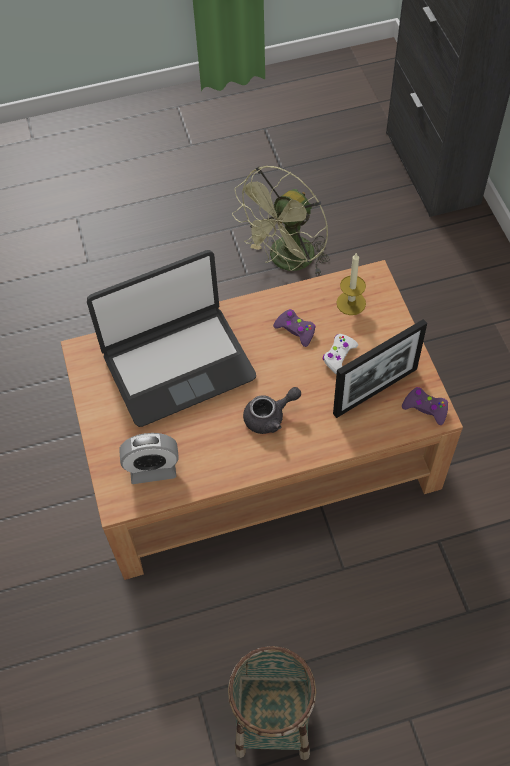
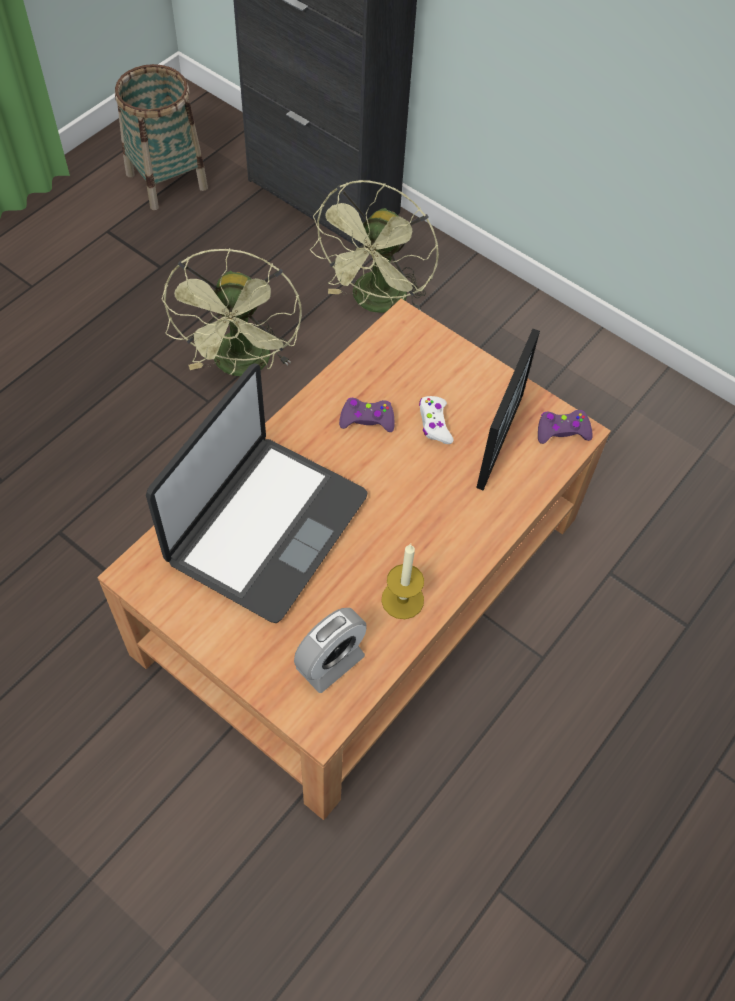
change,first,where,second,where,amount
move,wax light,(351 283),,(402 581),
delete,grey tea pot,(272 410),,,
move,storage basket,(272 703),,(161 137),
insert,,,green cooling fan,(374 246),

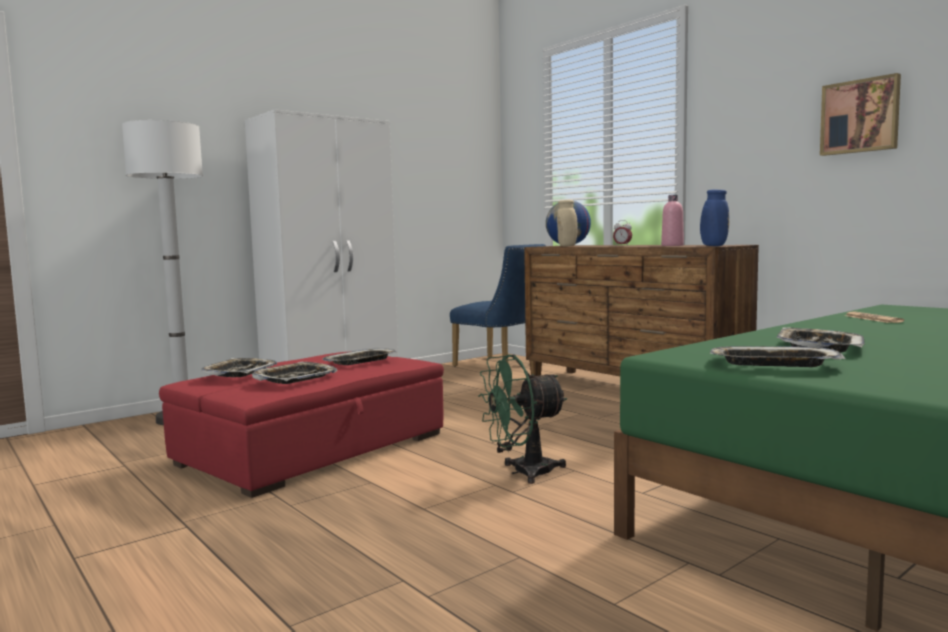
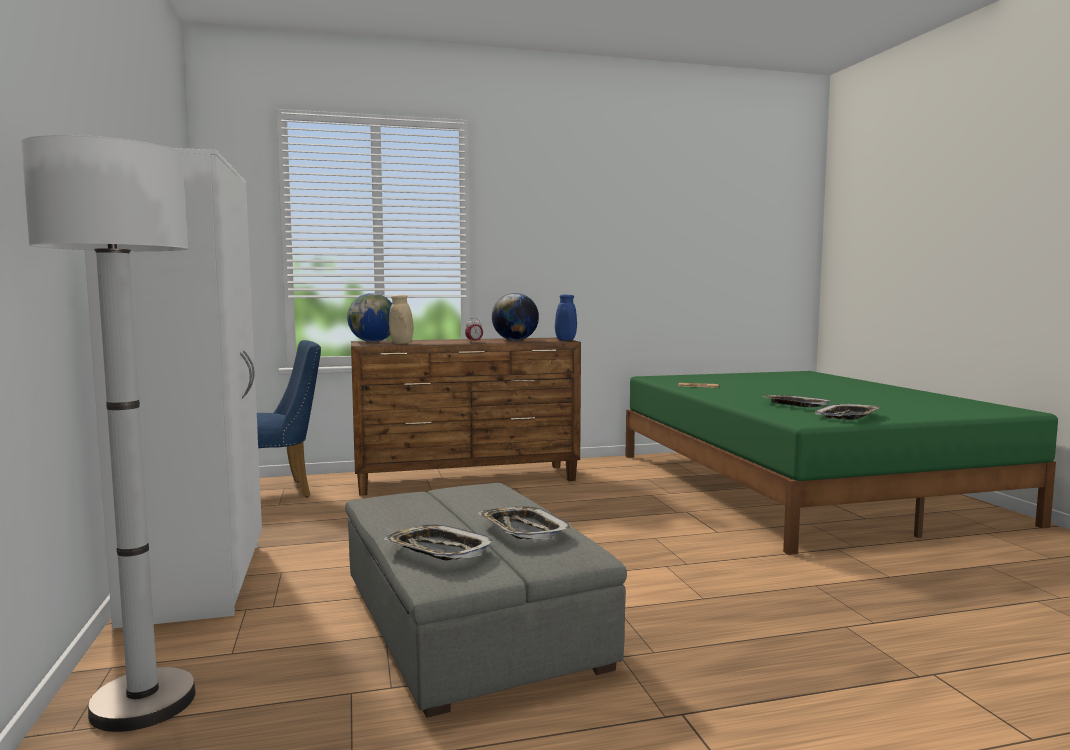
change,first,where,second,where,amount
delete,picture,(860 114),,,
replace,pinkish bottle,(672 220),desk globe,(515 317),
delete,serving tray,(359 356),,,
recolor,reddish pouffe,(301 424),grey pouffe,(486 600),
delete,green cooling fan,(522 419),,,

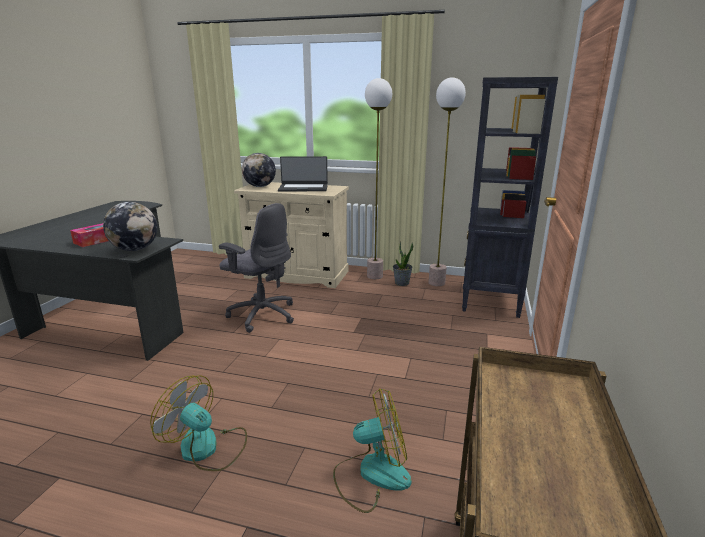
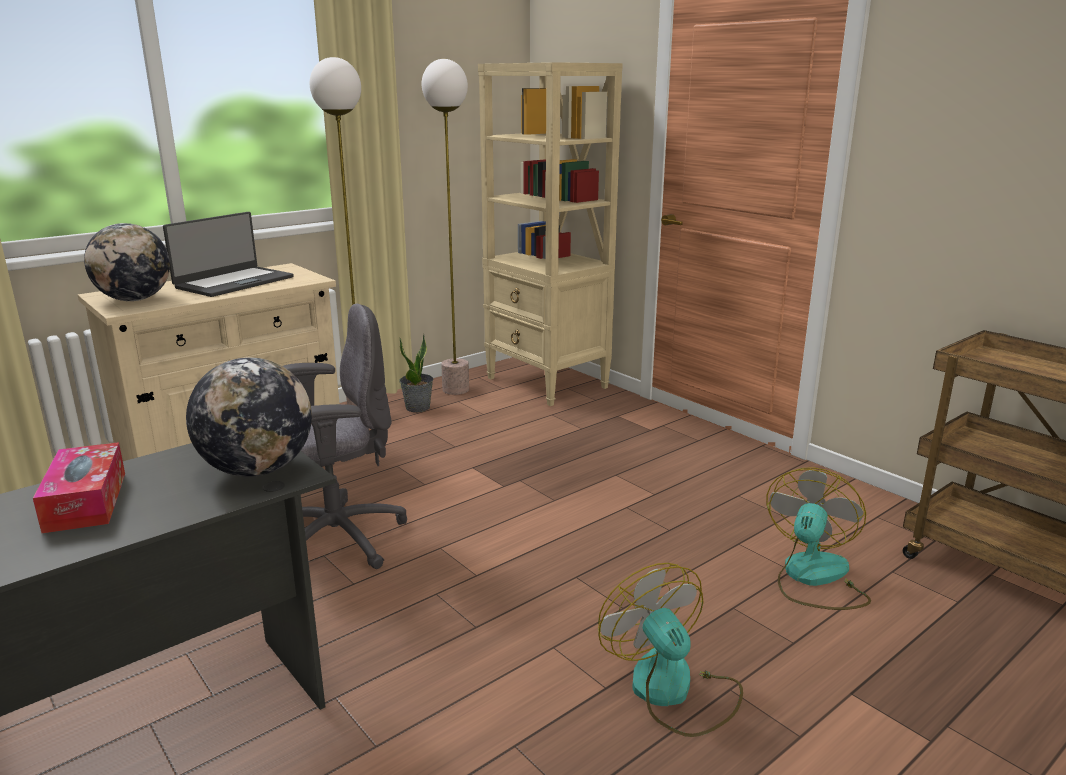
change,first,where,second,where,amount
recolor,blackish bookcase,(510 197),beige bookcase,(550 234),
rotate,cooling fan,(198 423),,(670 650),90 degrees clockwise

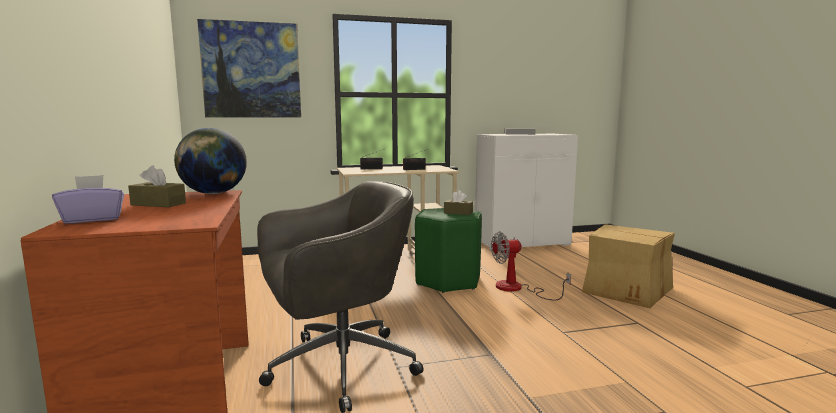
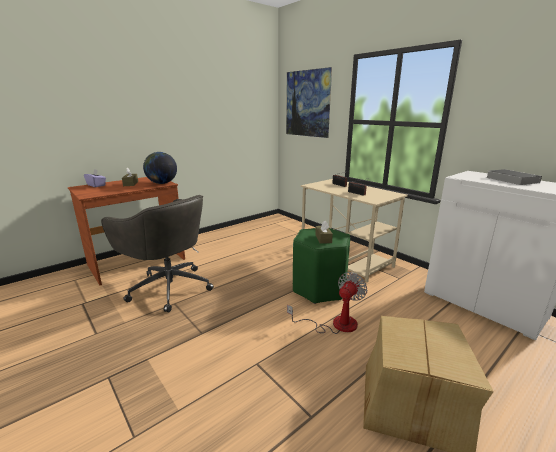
change,first,where,second,where,amount
rotate,cooling fan,(531 265),,(327 303),75 degrees clockwise

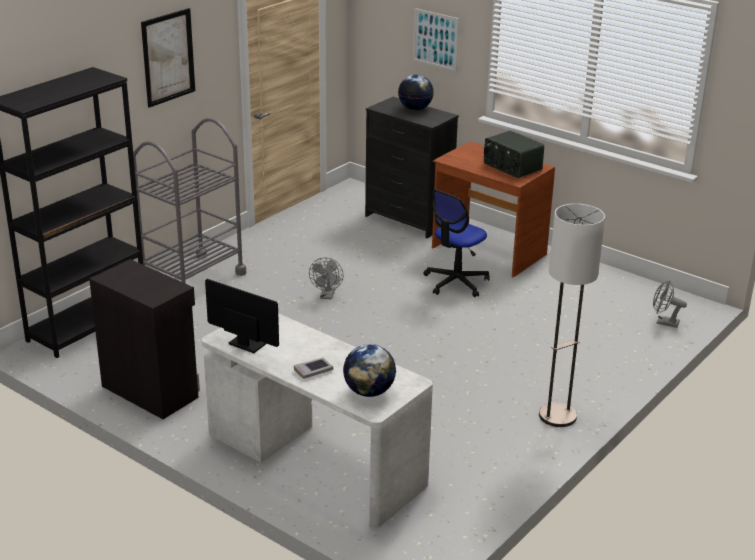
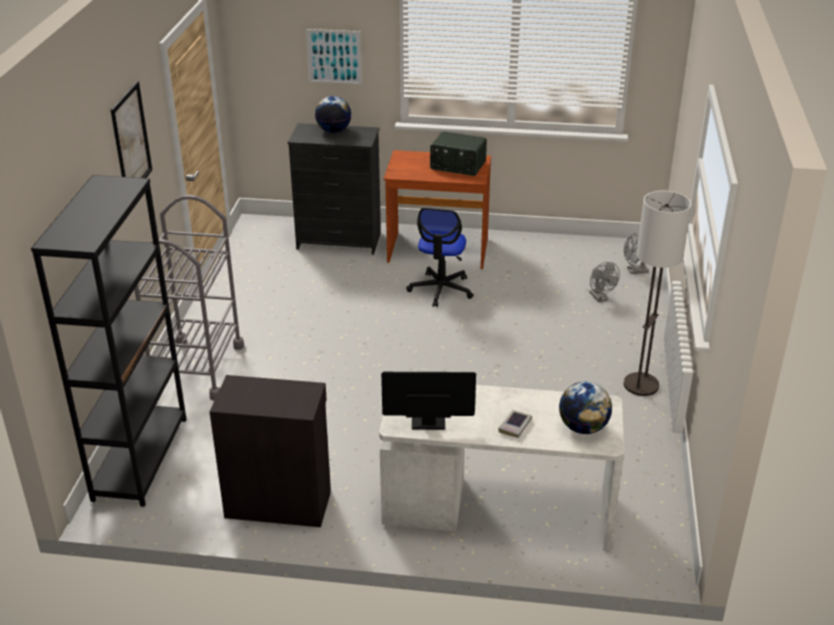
change,first,where,second,where,amount
move,grey cooling fan,(326 278),,(604 282),

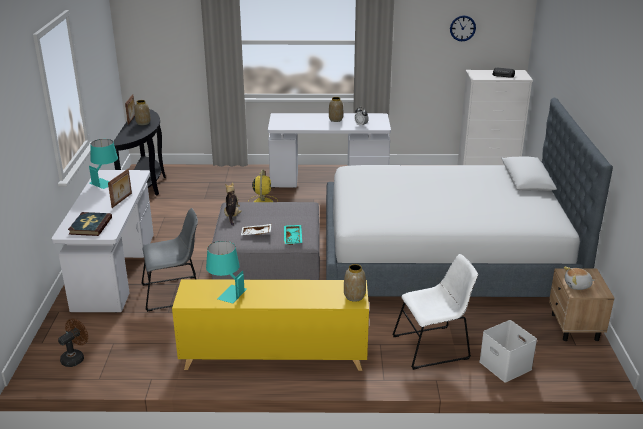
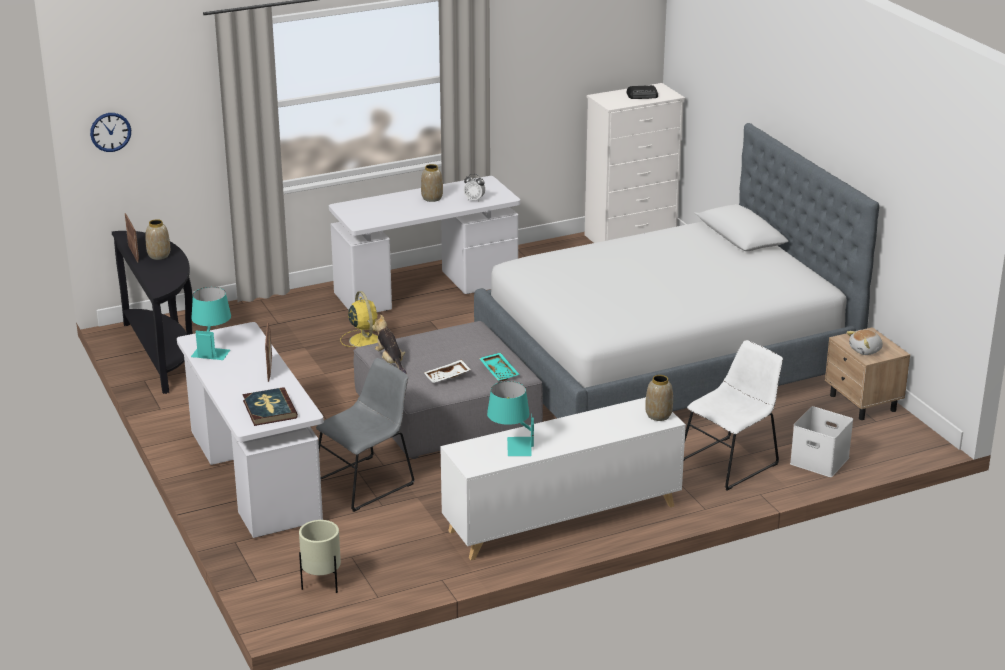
change,first,where,second,where,amount
move,wall clock,(463 28),,(110 132),
recolor,yellowish storage cabinet,(270 325),white storage cabinet,(563 478),
replace,brownish cooling fan,(73 343),beige planter,(320 556),

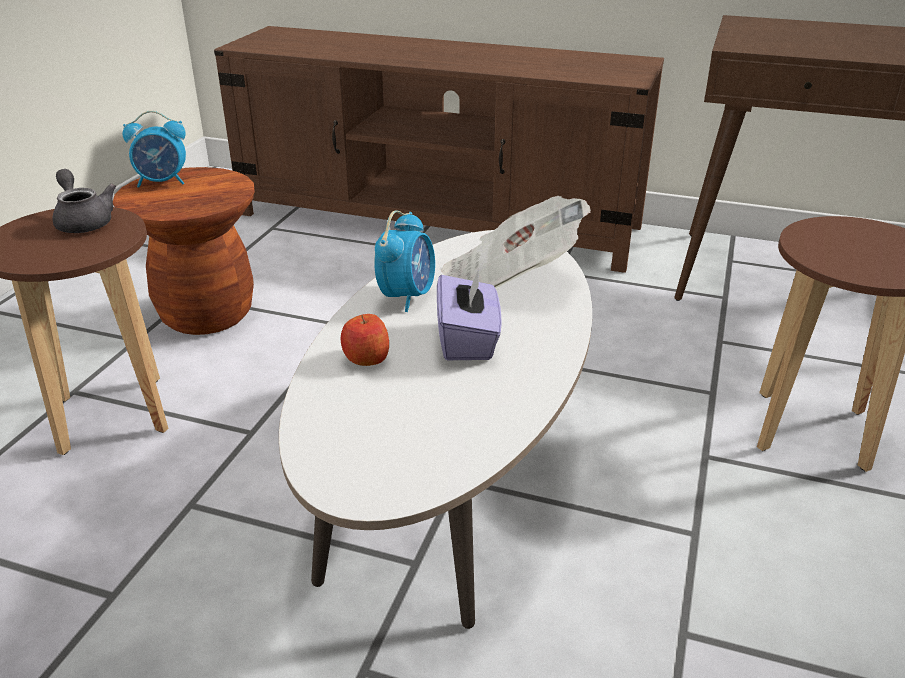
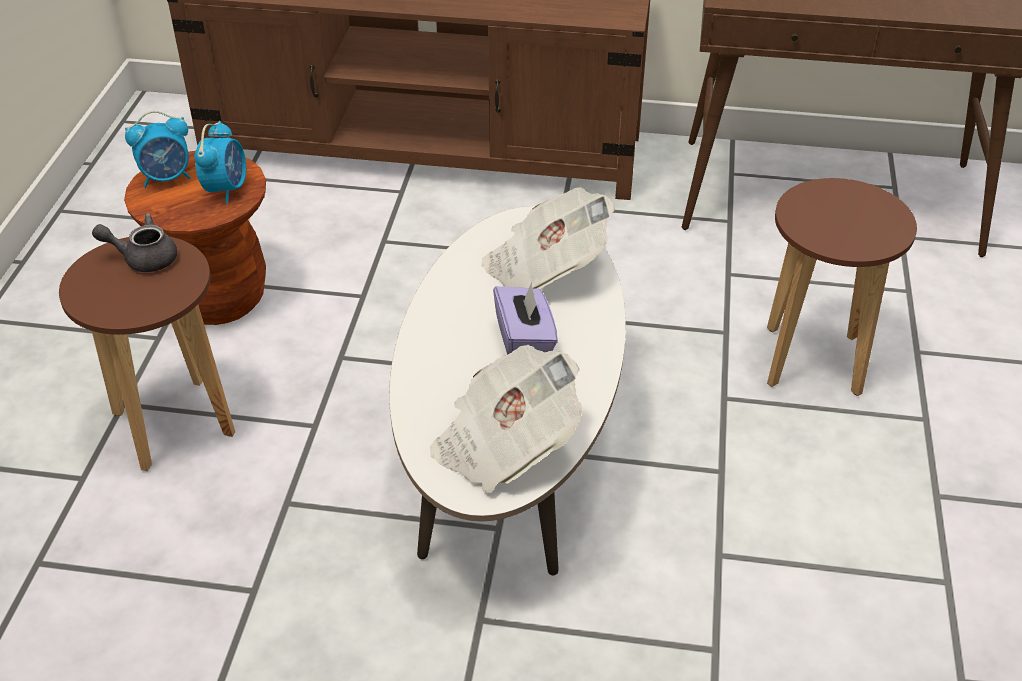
change,first,where,second,where,amount
rotate,grey tea pot,(84 201),,(134 242),45 degrees counterclockwise
move,bedside clock,(404 261),,(220 162),
delete,apple,(365 340),,,
insert,,,newspaper,(506 419),

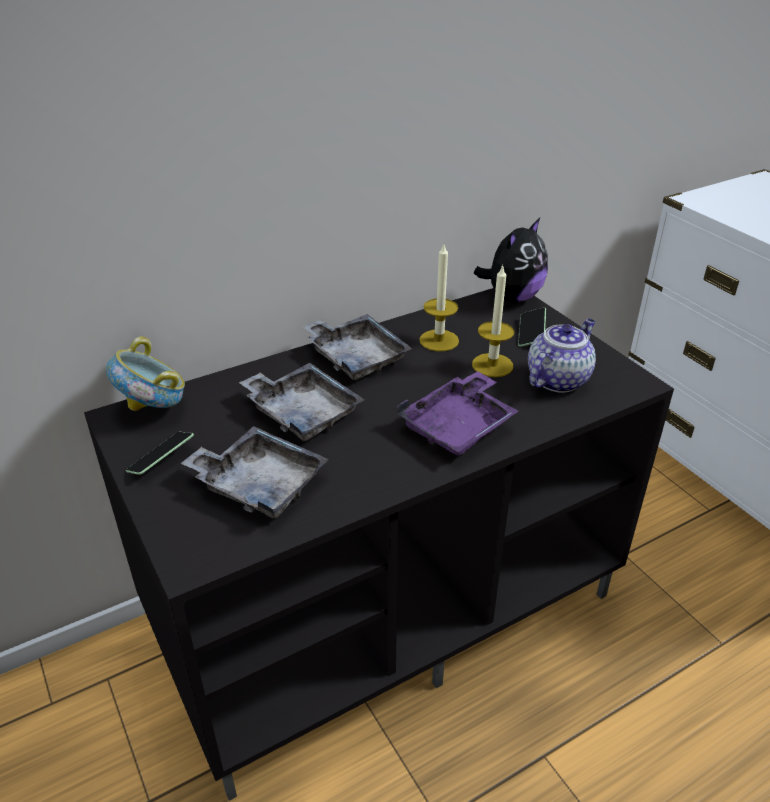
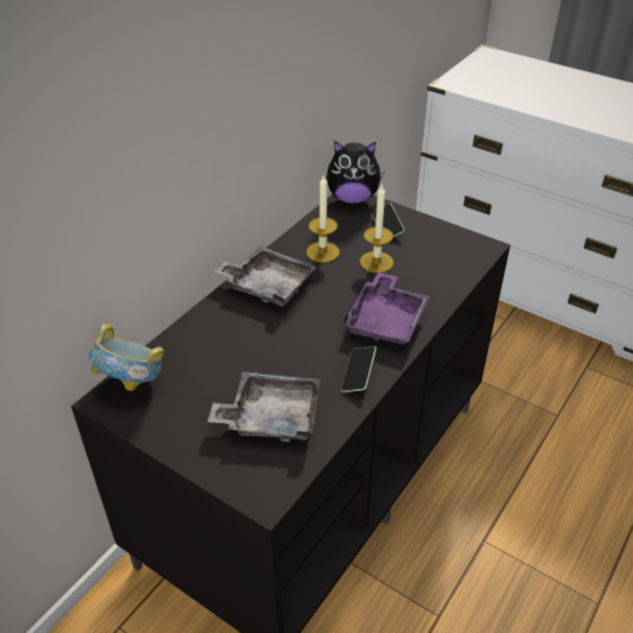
change,first,where,second,where,amount
rotate,plush toy,(511 260),,(356 172),75 degrees clockwise
delete,tea pot,(562 356),,,
delete,grey serving tray,(301 402),,,
move,phone,(160 453),,(358 369),

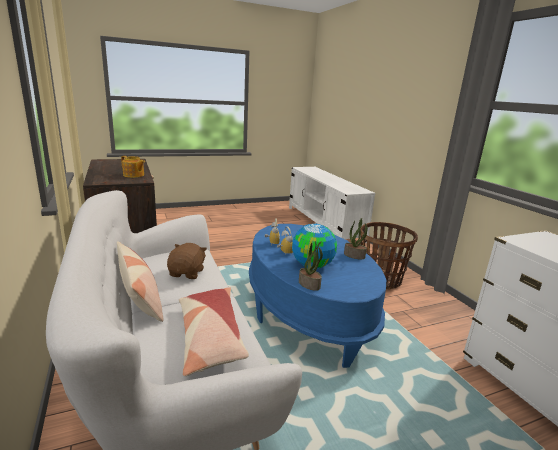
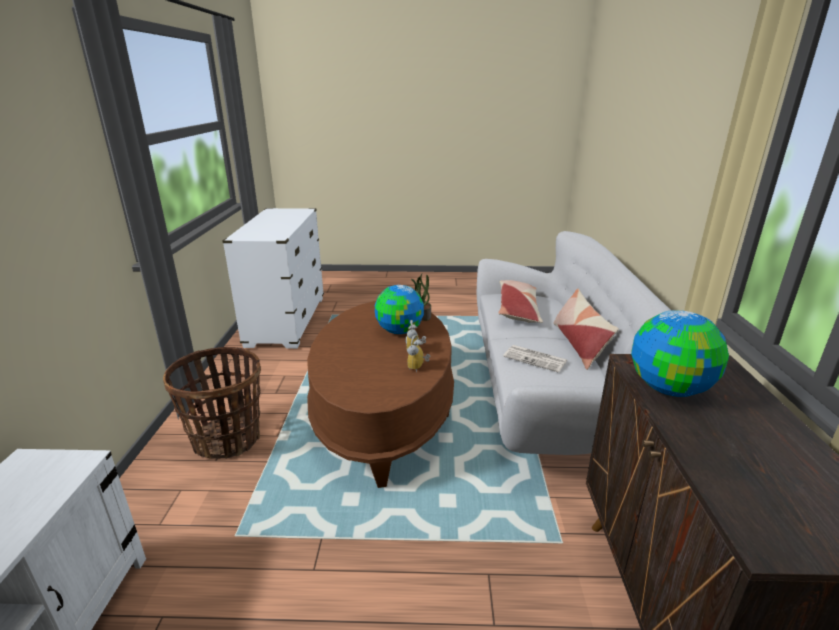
change,first,where,second,where,amount
replace,tea pot,(133 167),desk globe,(680 353),
delete,potted plant,(356 238),,,
recolor,blue lounge table,(317 296),brownish lounge table,(380 394),
replace,brownish plush toy,(187 261),newspaper,(535 359),

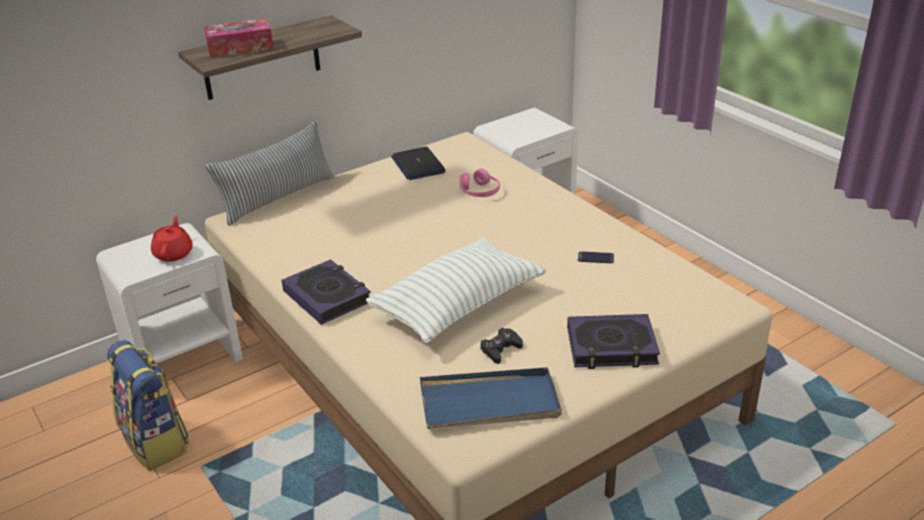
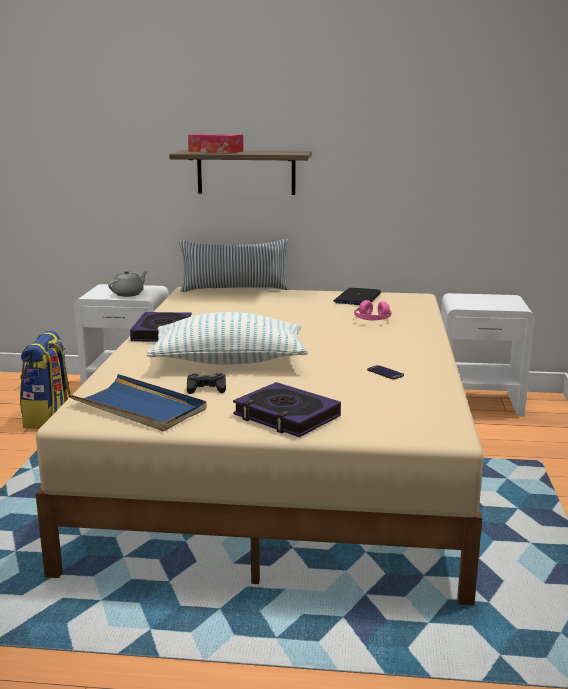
change,first,where,second,where,amount
recolor,reddish tea pot,(172 238),grey tea pot,(128 283),

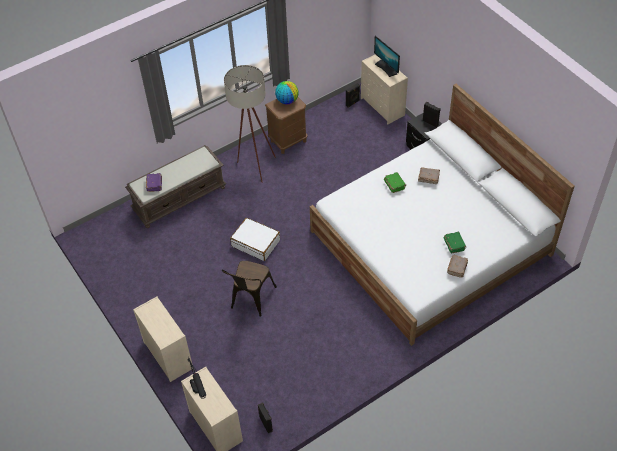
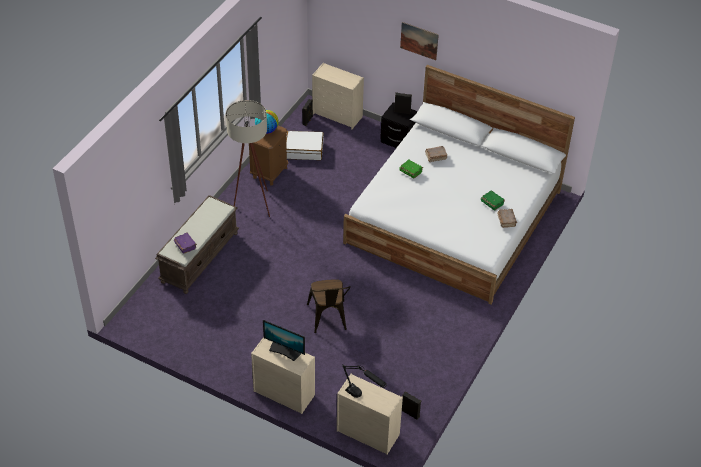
change,first,where,second,where,amount
move,computer screen,(387 56),,(284 340),
move,white suitcase,(255 239),,(305 145),
insert,,,picture,(419 41),

